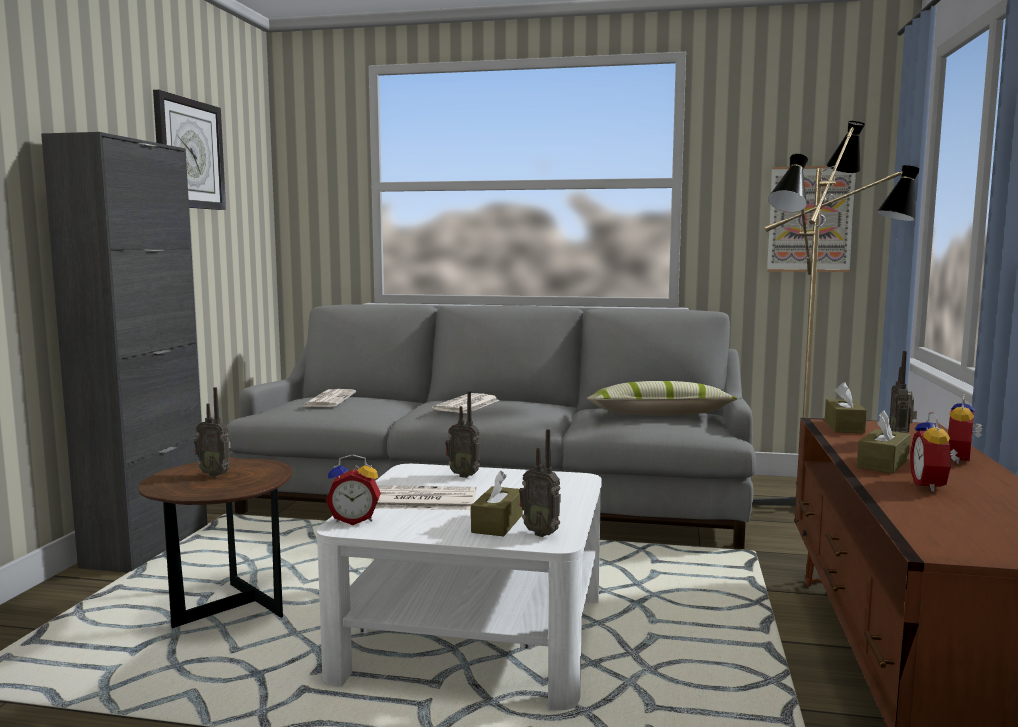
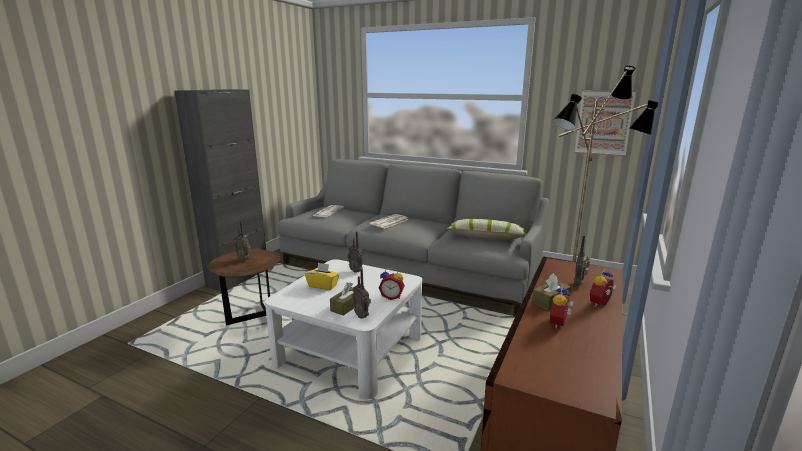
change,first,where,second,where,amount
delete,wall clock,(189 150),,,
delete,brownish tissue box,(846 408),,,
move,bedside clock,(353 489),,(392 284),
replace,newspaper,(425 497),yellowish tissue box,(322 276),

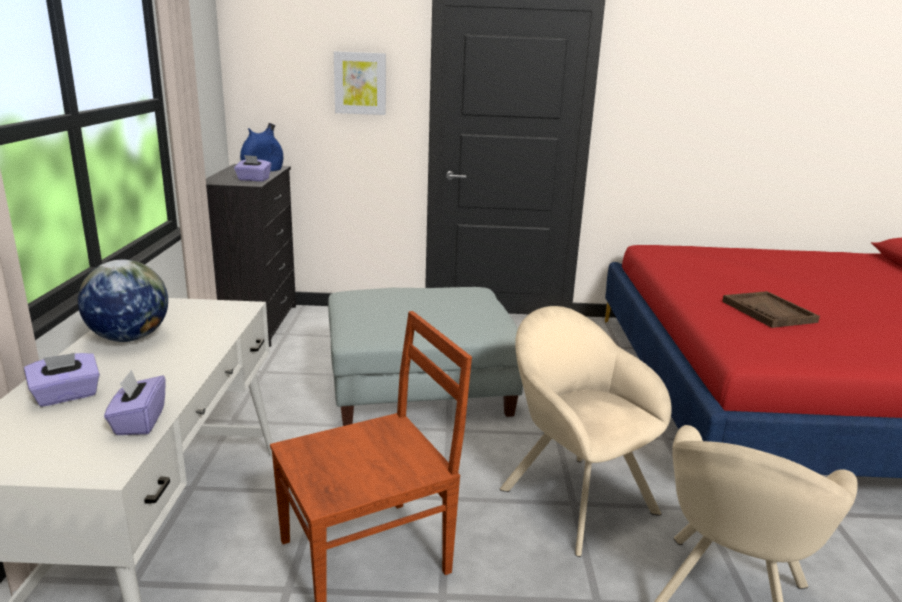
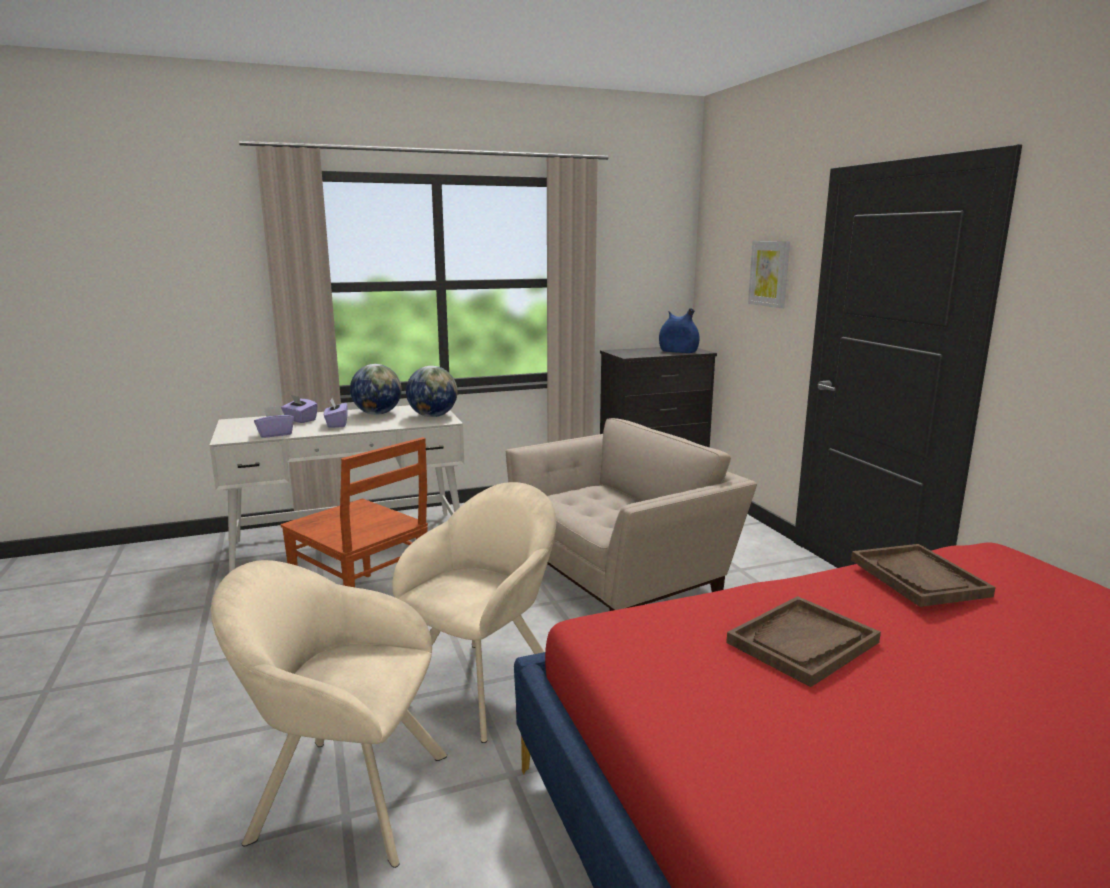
change,first,where,second,where,amount
move,purplish tissue box,(252 168),,(336 413),
replace,grey pouffe,(425 356),beige lounge chair,(631 514),
insert,,,desk globe,(431 391),
insert,,,brownish serving tray,(923 575),

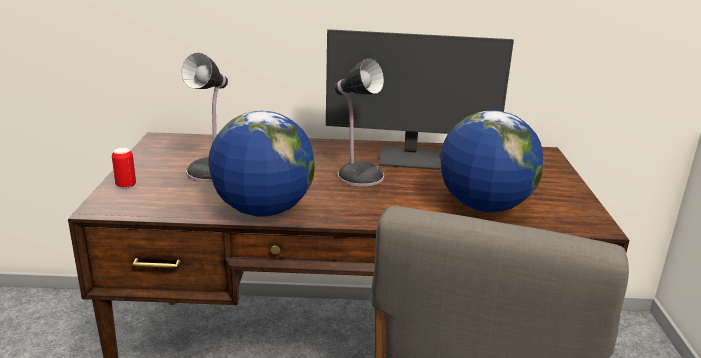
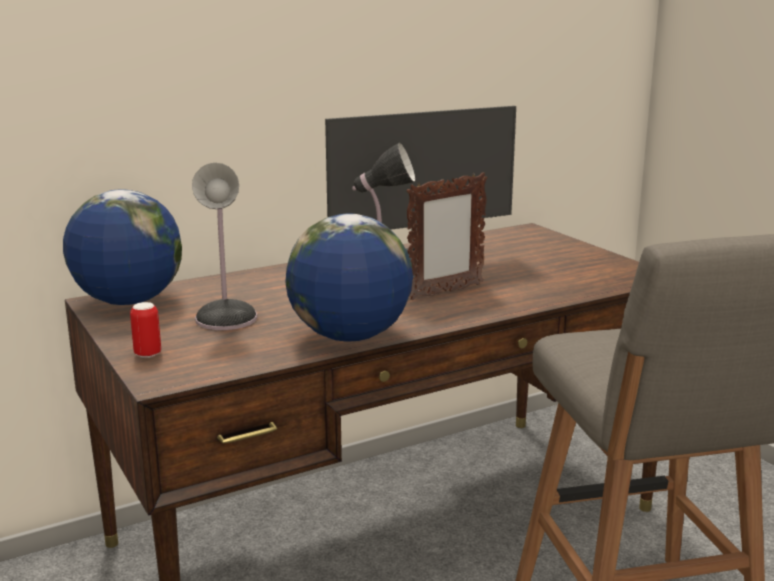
change,first,where,second,where,amount
move,desk globe,(491 161),,(122 247),
insert,,,standing frame,(447 236),

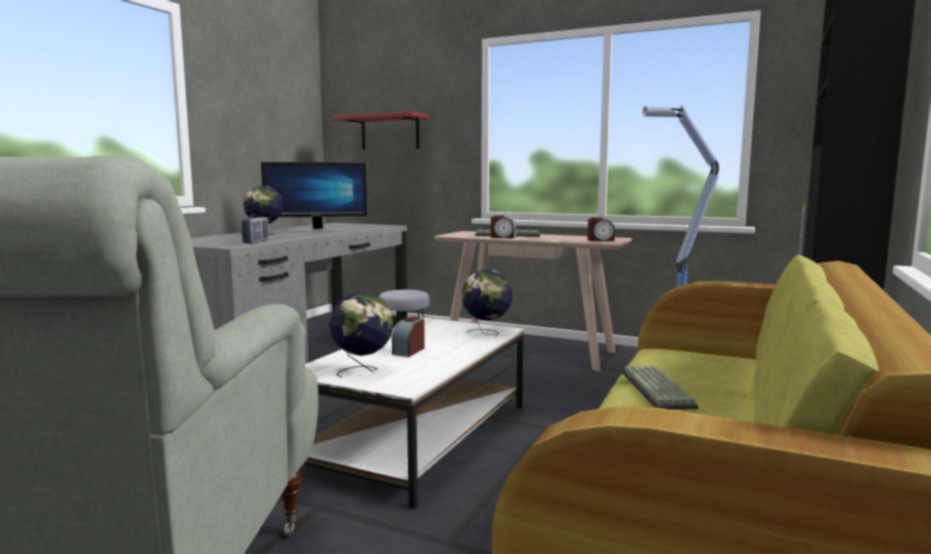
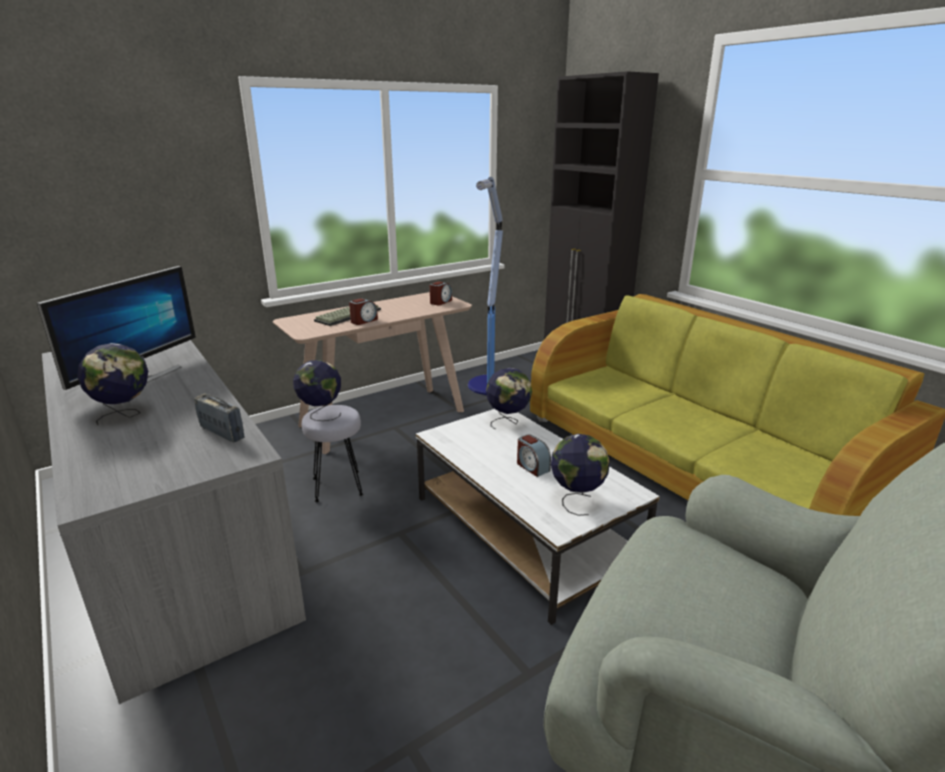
change,first,where,second,where,amount
delete,reddish bracket shelf,(381 131),,,
delete,computer keyboard,(660 388),,,
insert,,,desk globe,(317 390),

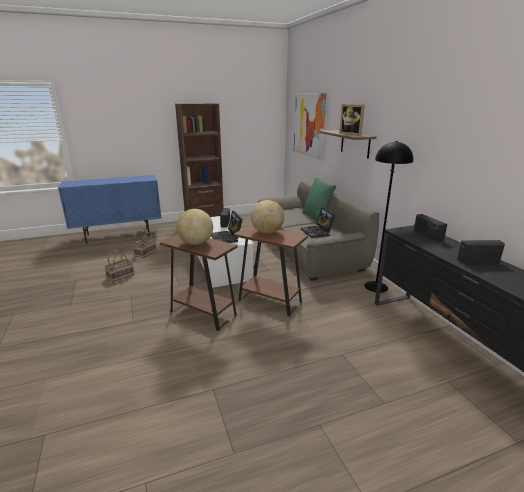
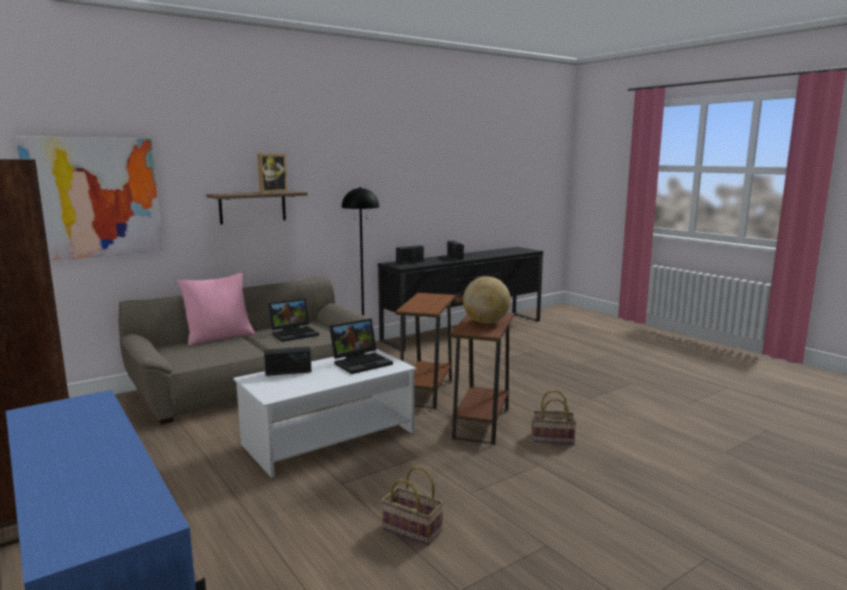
change,first,where,second,where,amount
recolor,green throw pillow,(319 198),pinkish throw pillow,(216 309),
delete,desk globe,(267 217),,,
move,storage basket,(144 244),,(554 417),

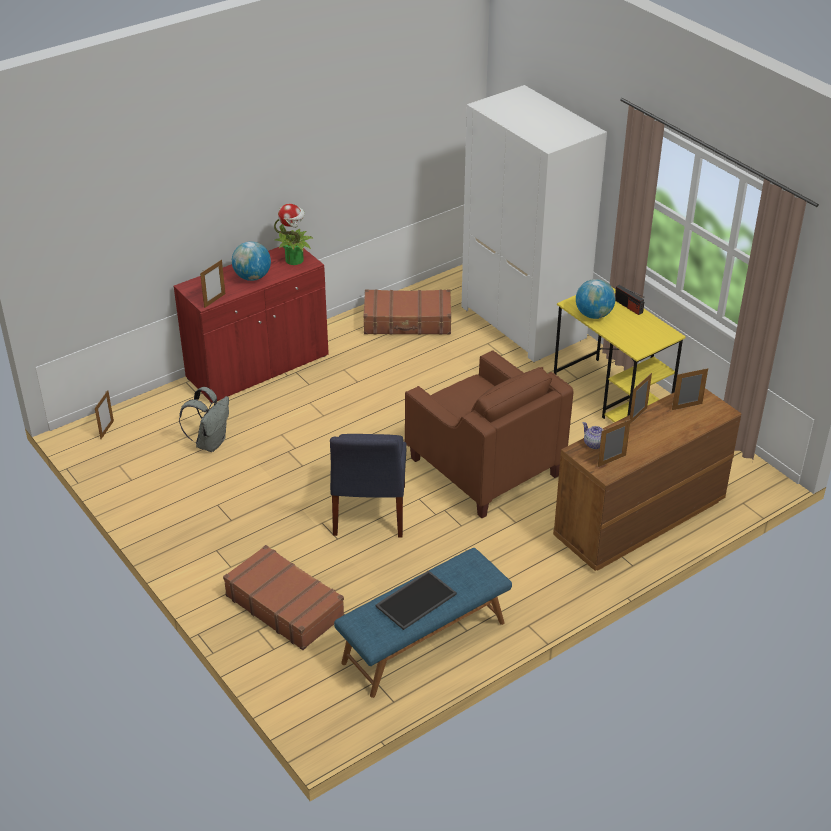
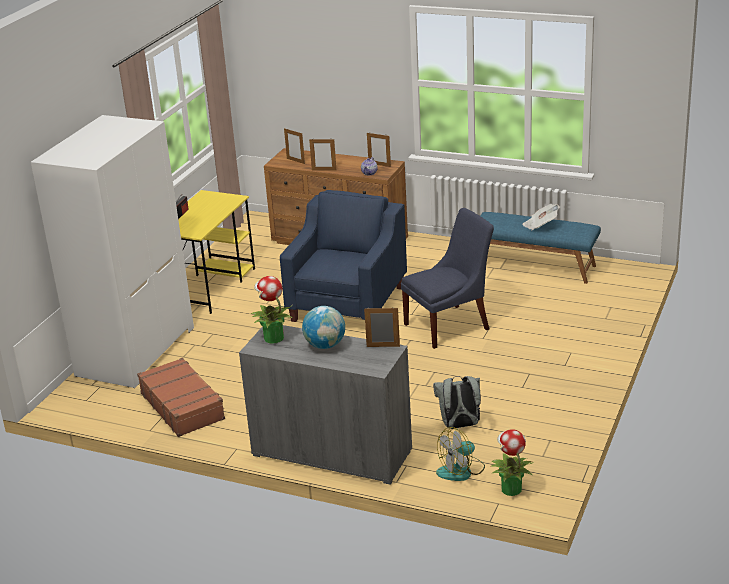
change,first,where,second,where,amount
recolor,reddish storage cabinet,(251 325),grey storage cabinet,(325 405),
delete,desk globe,(596 299),,,
recolor,brownish lounge chair,(489 434),blue lounge chair,(343 256),
replace,standing frame,(104 414),potted plant,(512 462),
delete,brownish suitcase,(284 597),,,
replace,serving tray,(416 600),newspaper,(541 217),
insert,,,cooling fan,(460 454),

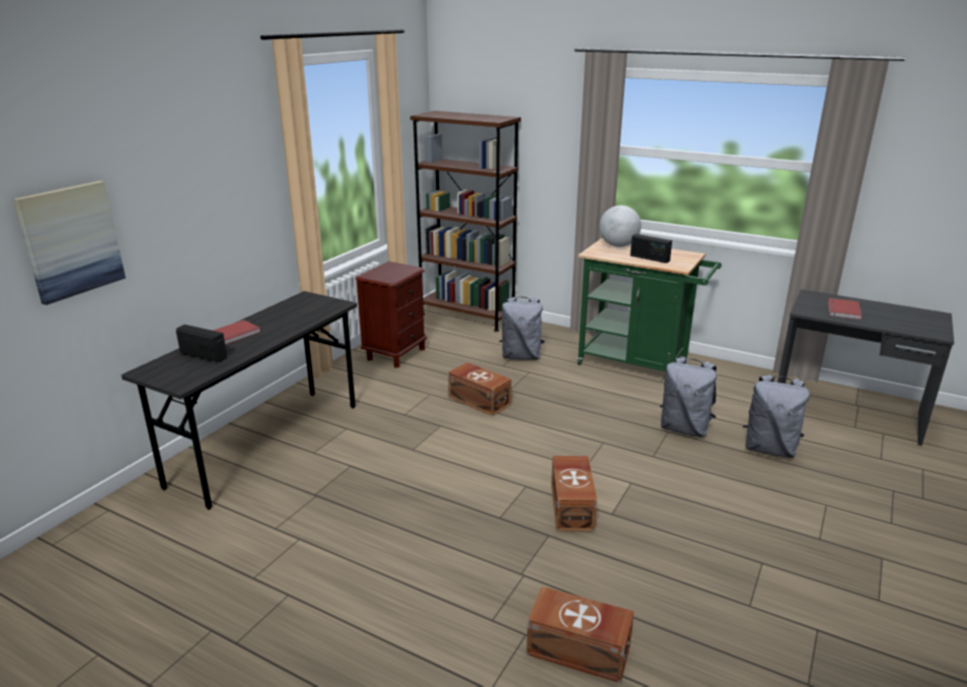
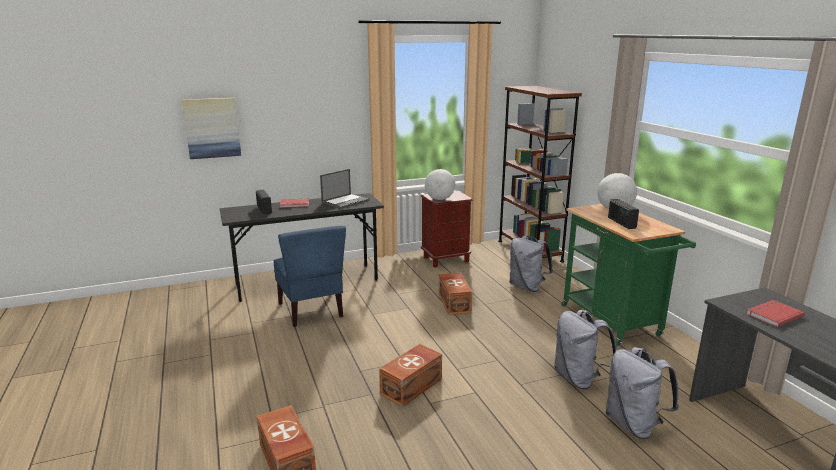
change,first,where,second,where,amount
insert,,,portable computer,(345 189),
insert,,,desk globe,(440 184),
insert,,,blue upright chair,(309 276),

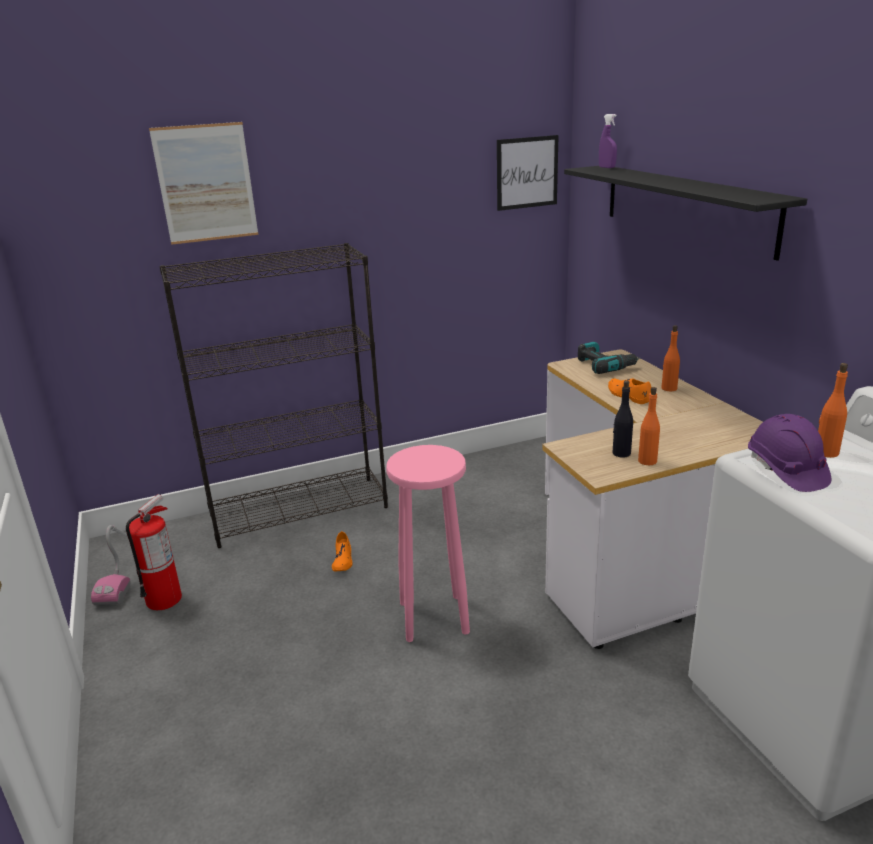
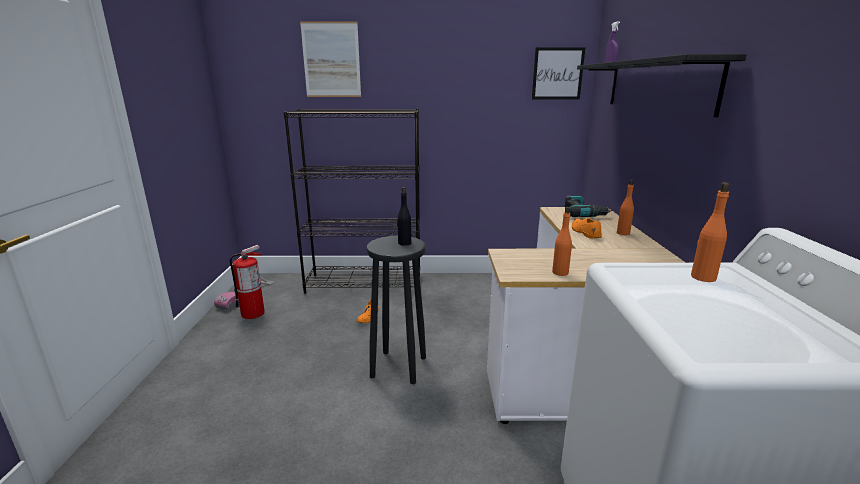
change,first,where,second,where,amount
move,blackish bottle,(622 419),,(404 216),
delete,purplish safety helmet,(790 453),,,
recolor,pinkish sitting stool,(428 543),blackish sitting stool,(396 310),

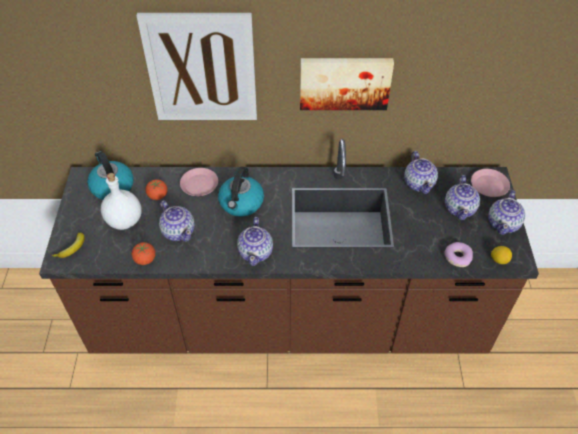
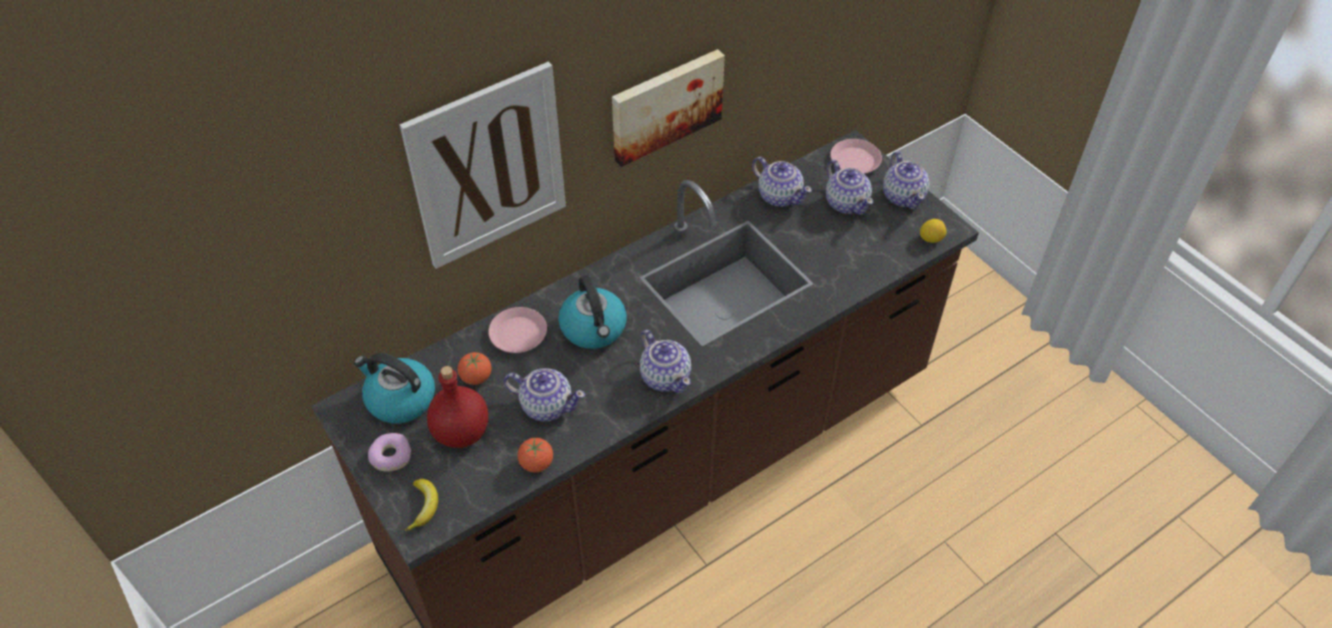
change,first,where,second,where,amount
recolor,white bottle,(121 201),reddish bottle,(457 407),
move,ring doughnut,(458 254),,(389 452),

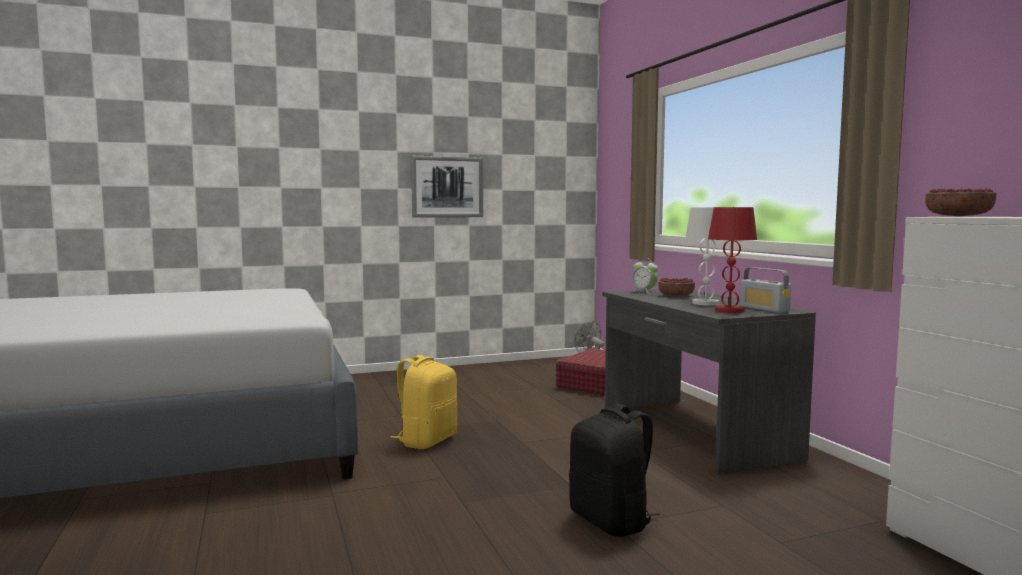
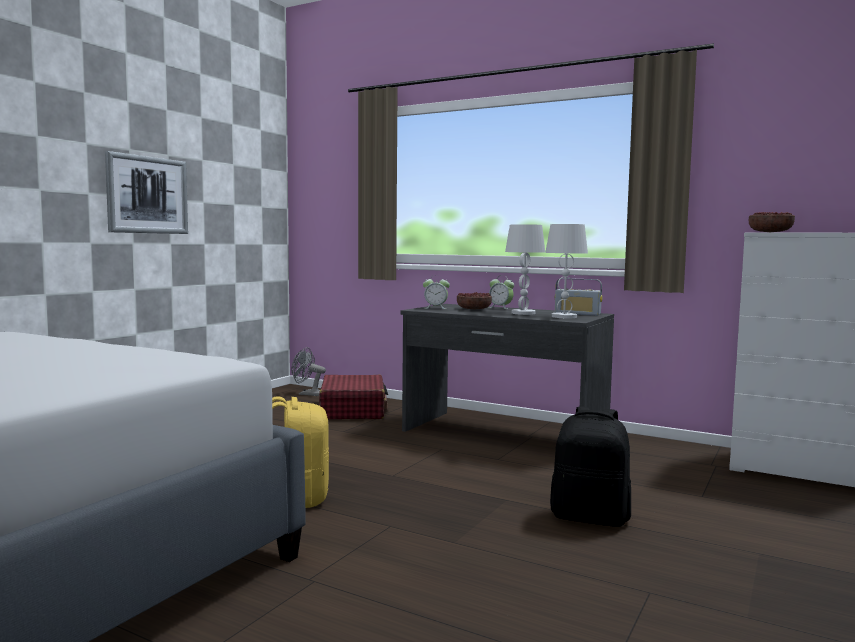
change,first,where,second,where,amount
recolor,reddish tabletop lamp,(732 260),white tabletop lamp,(566 271),
insert,,,bedside clock,(501 292),

